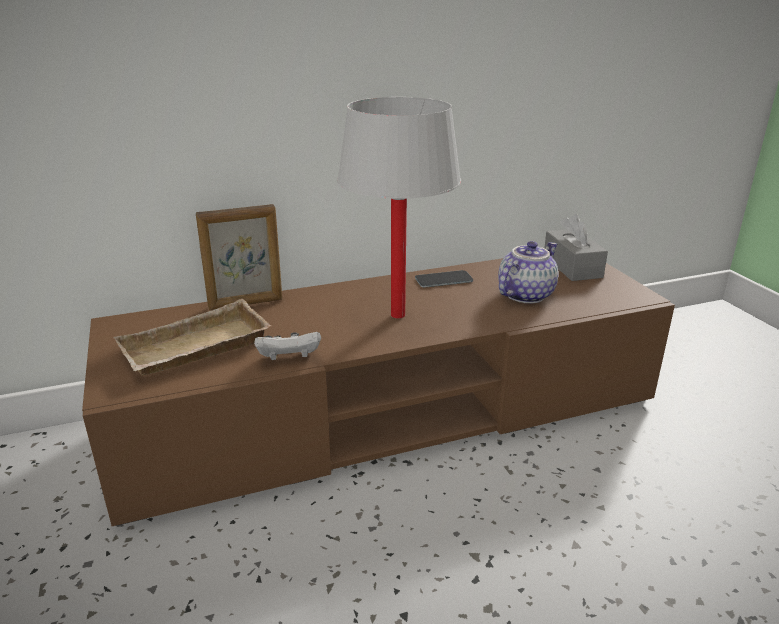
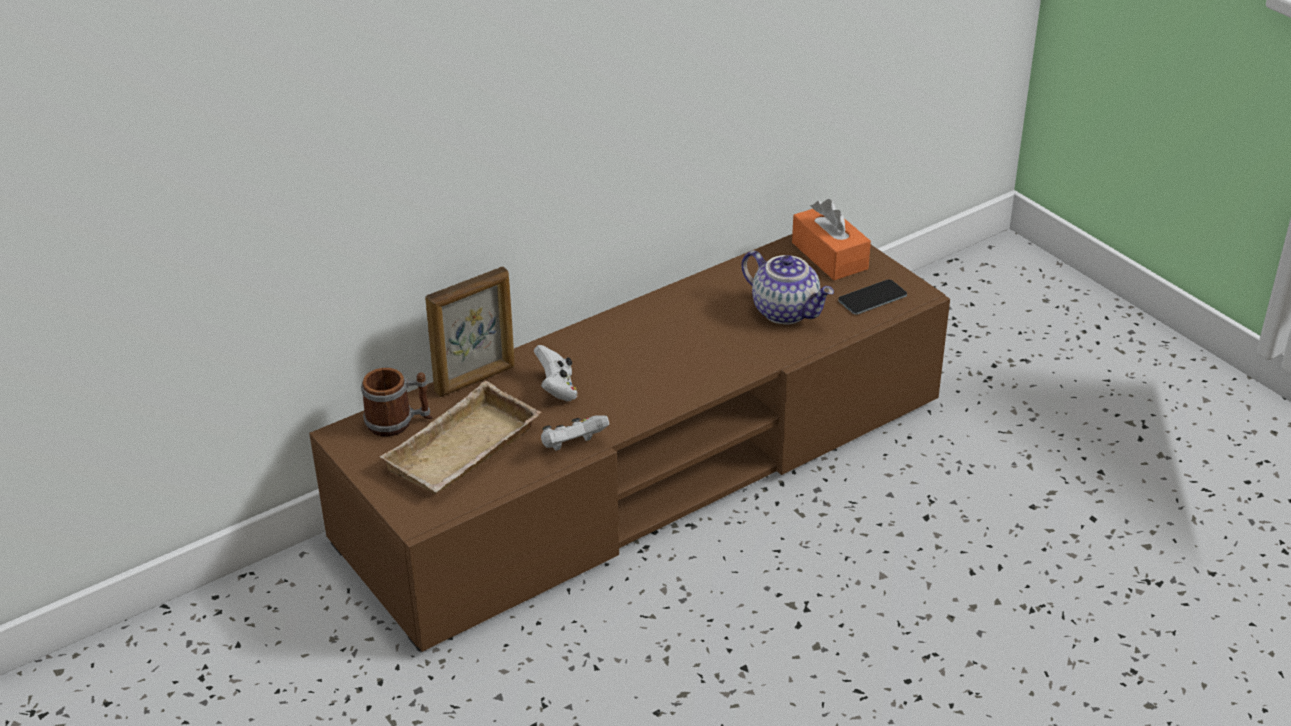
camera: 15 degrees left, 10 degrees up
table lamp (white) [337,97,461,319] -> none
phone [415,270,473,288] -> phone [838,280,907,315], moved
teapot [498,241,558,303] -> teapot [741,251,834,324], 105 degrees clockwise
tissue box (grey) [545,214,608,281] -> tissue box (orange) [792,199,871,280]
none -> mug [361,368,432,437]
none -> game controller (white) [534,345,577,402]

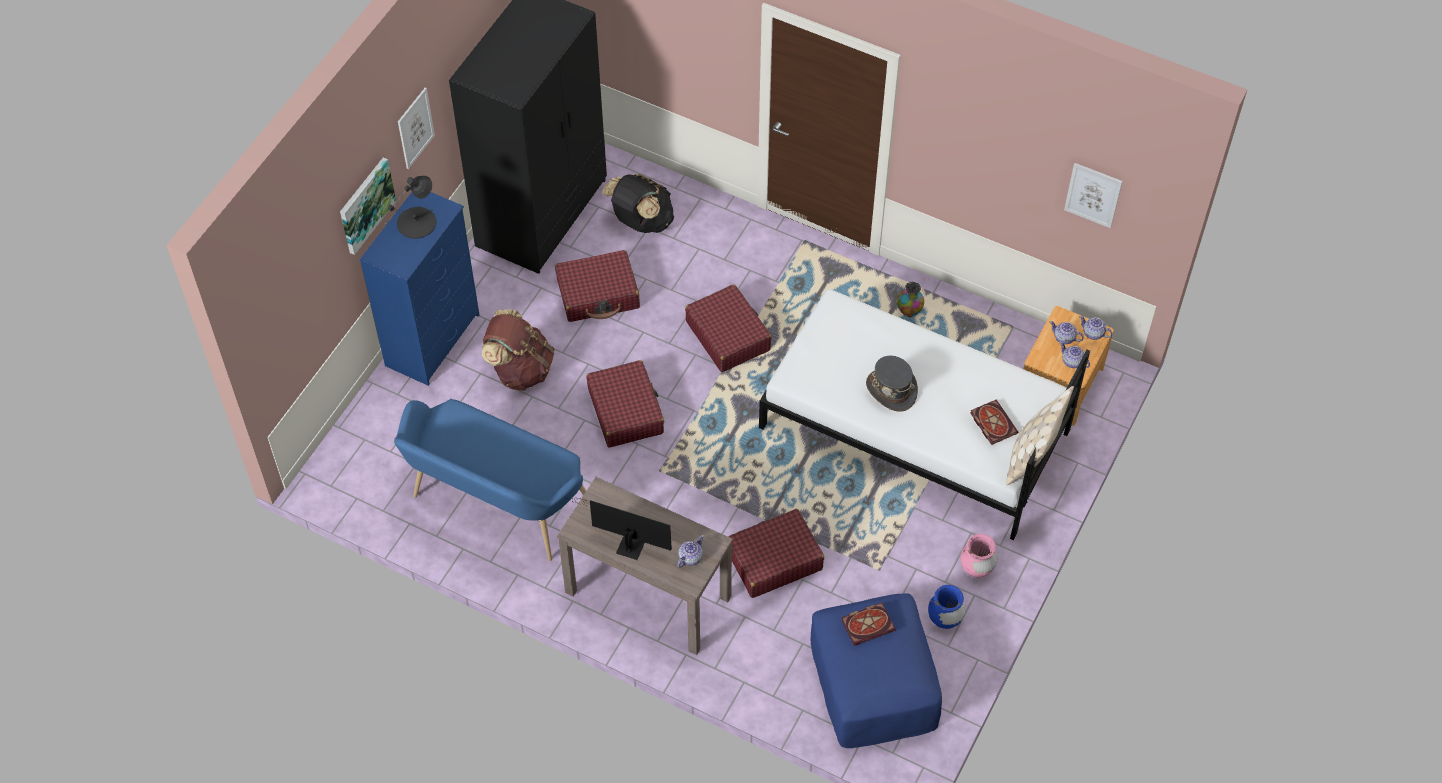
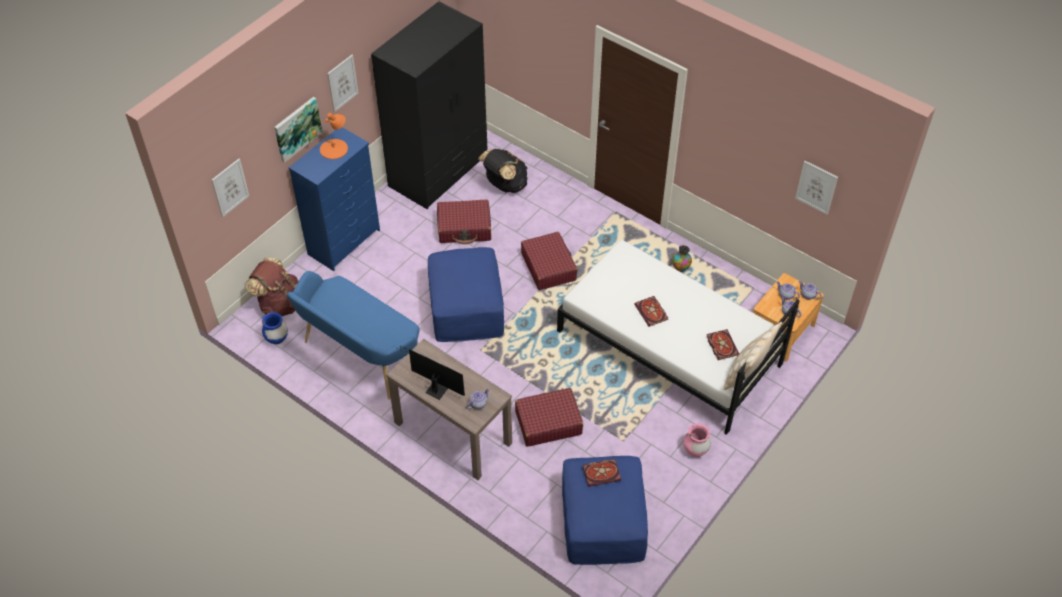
camera: 10 degrees right, 5 degrees down
table lamp (black) [388,176,437,239] -> table lamp (orange) [312,113,348,159]
backpack (brown) [482,309,555,391] -> backpack (brown) [246,258,298,316], moved
suitcase (red) [586,360,664,448] -> ottoman (blue) [428,247,504,342]
hat (grey) [866,356,918,412] -> book [634,296,668,327]
vase (blue) [928,585,965,629] -> vase (blue) [262,312,288,344], moved
none -> picture [212,159,249,217]

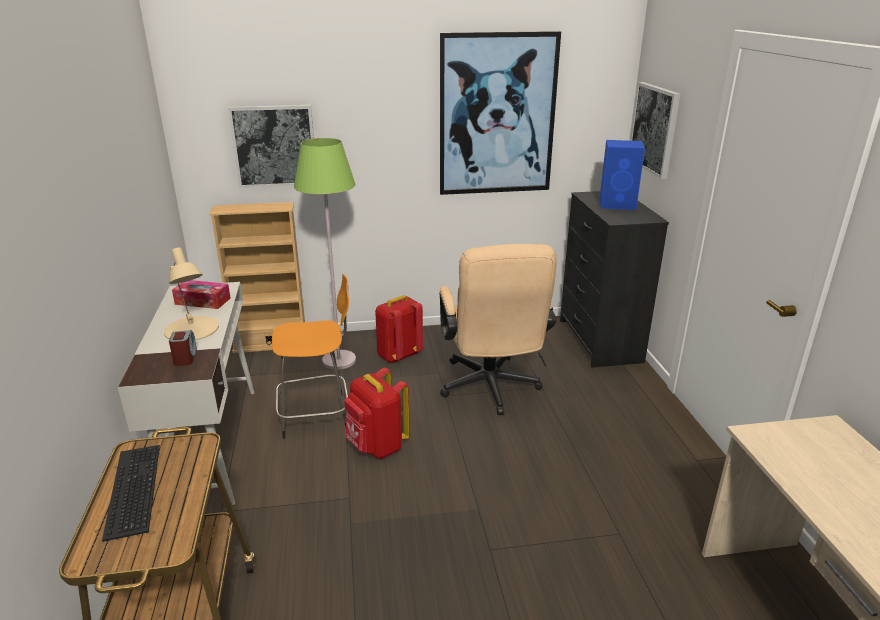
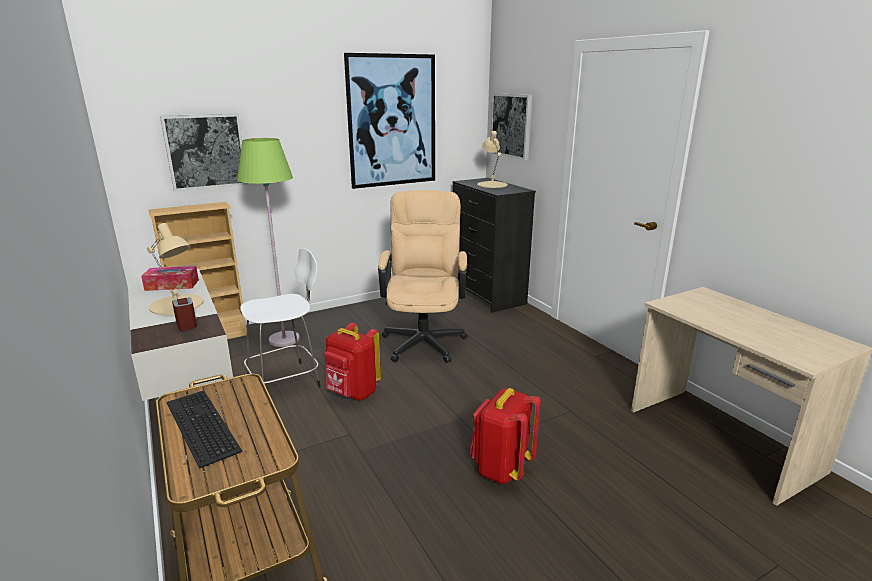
camera: 20 degrees left, 5 degrees down
stool (orange) [272,274,349,439] -> stool (white) [240,248,321,387]
backpack (red) [375,295,423,363] -> backpack (red) [469,388,541,484], moved
office chair (beige) [439,244,557,415] -> office chair (beige) [378,190,467,363], 150 degrees counterclockwise
speaker (blue) [599,140,645,210] -> table lamp (beige) [477,131,508,188]

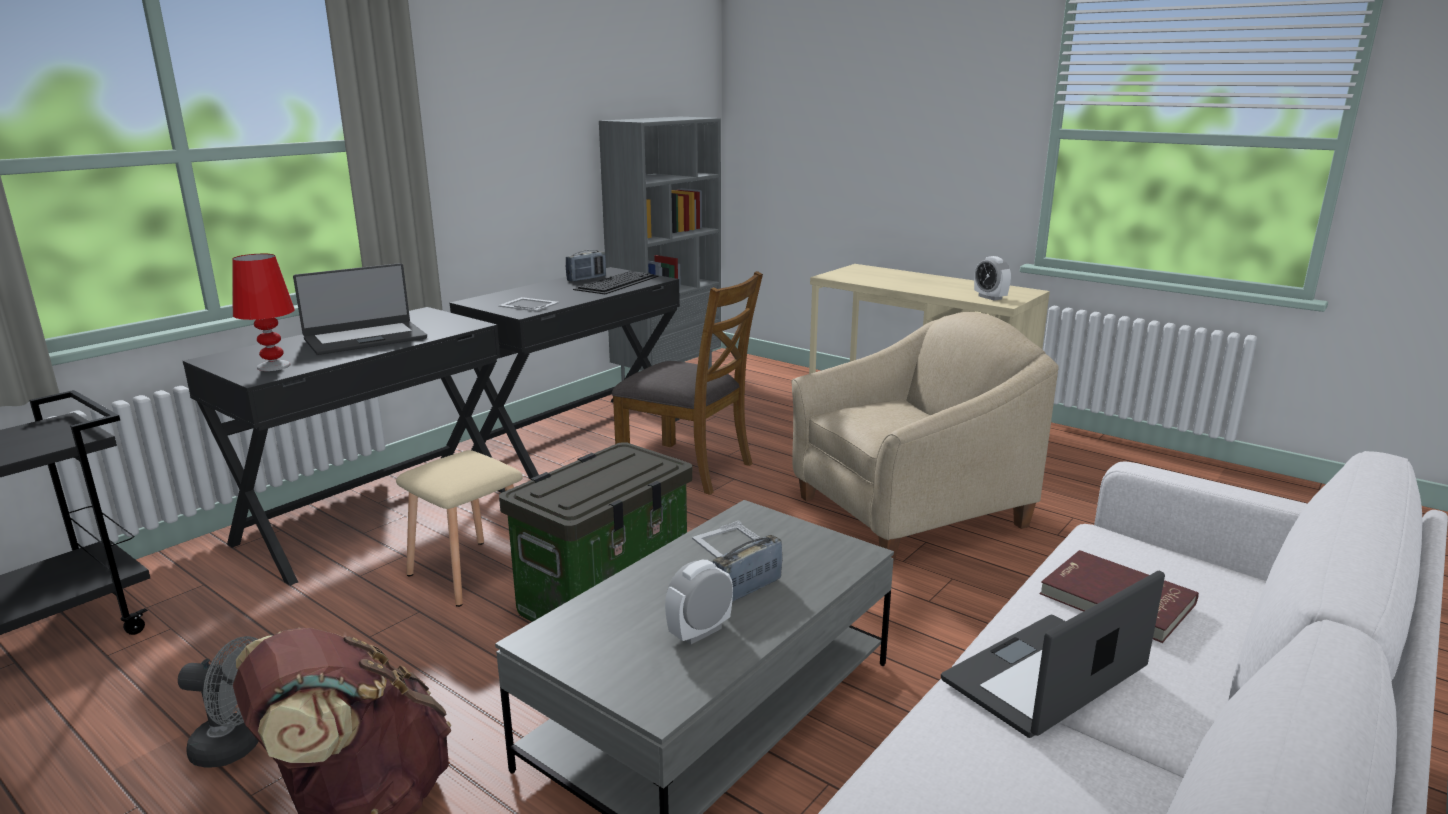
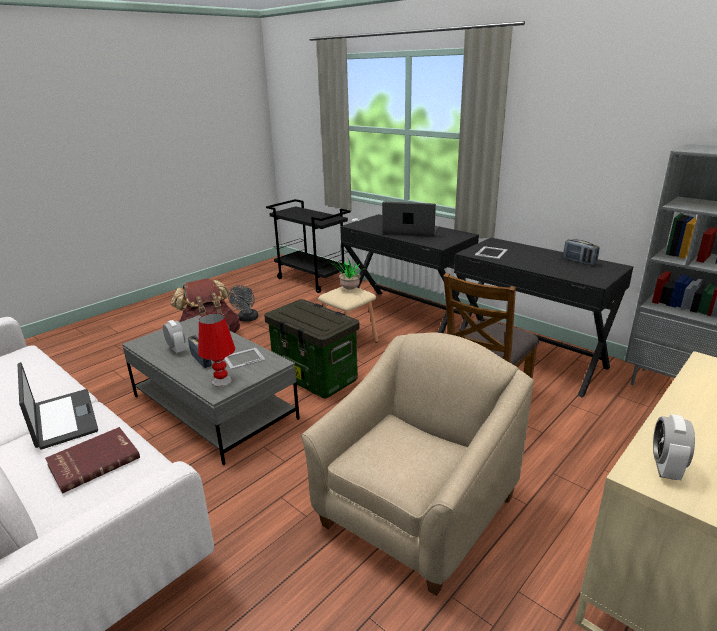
camera: 95 degrees right, 5 degrees up
table lamp (red) [233,254,295,371] -> table lamp (red) [198,313,235,387], moved
laptop [293,263,427,355] -> laptop [382,202,439,237], 135 degrees clockwise
keyboard [573,271,659,294] -> none
armchair (beige) [792,312,1058,560] -> armchair (beige) [301,333,534,596], 120 degrees counterclockwise
alarm clock [974,256,1011,301] -> alarm clock [653,414,695,480], 45 degrees counterclockwise
none -> potted plant [330,259,363,290]

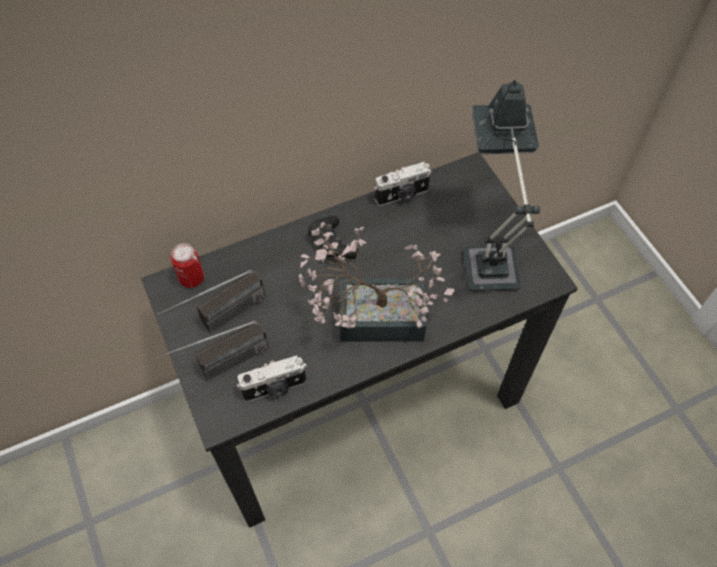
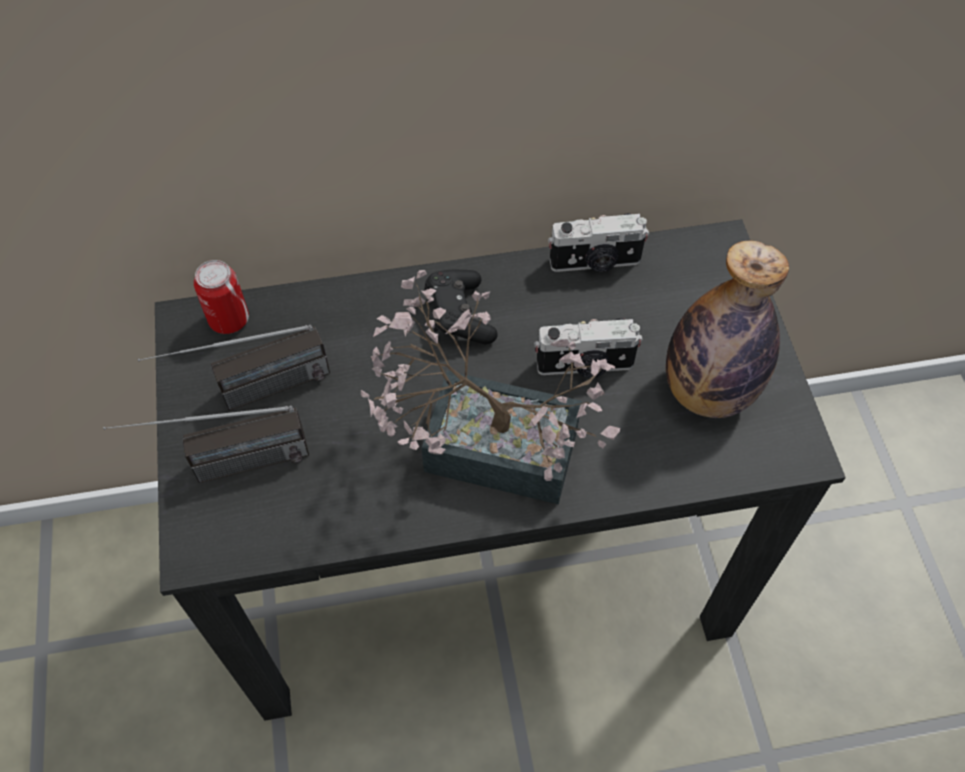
camera: 15 degrees right, 0 degrees up
photo camera [237,355,307,402] -> photo camera [534,318,643,378], moved
table lamp [463,80,540,291] -> bottle [666,241,789,418]

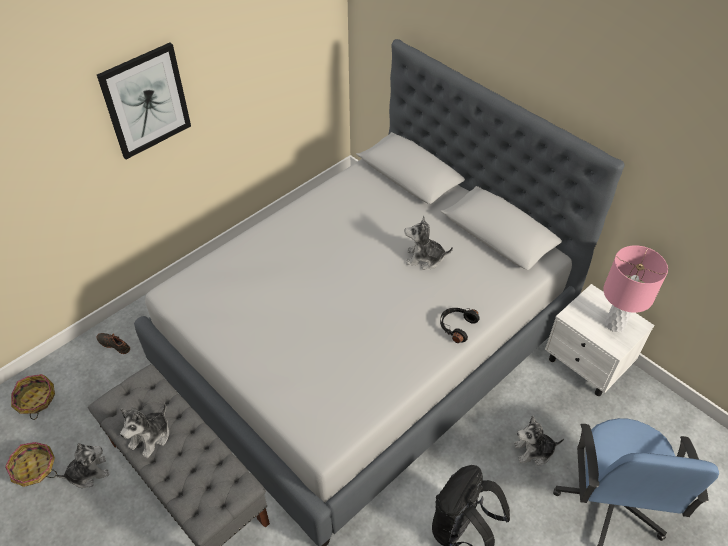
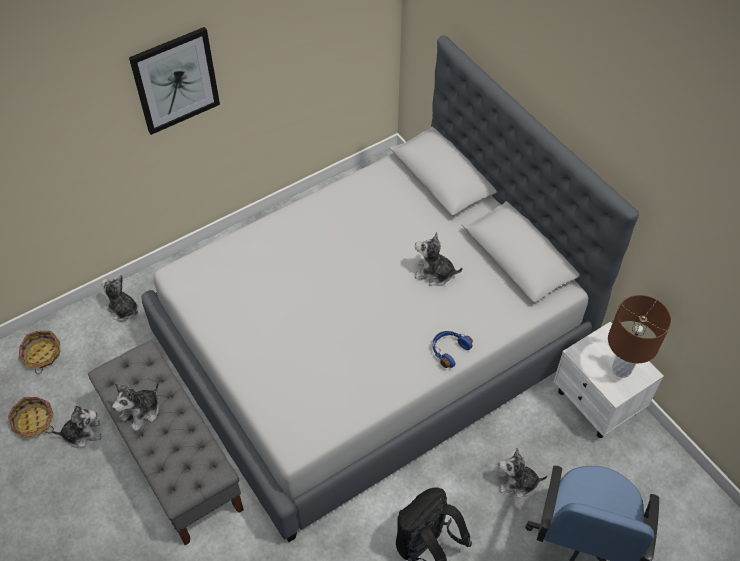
camera: 10 degrees right, 5 degrees up
shoe (black) [96,333,130,354] -> plush toy [101,275,138,321]
headphones (black) [440,308,480,343] -> headphones (blue) [433,331,473,368]
table lamp (pink) [603,245,668,332] -> table lamp (brown) [608,295,671,378]

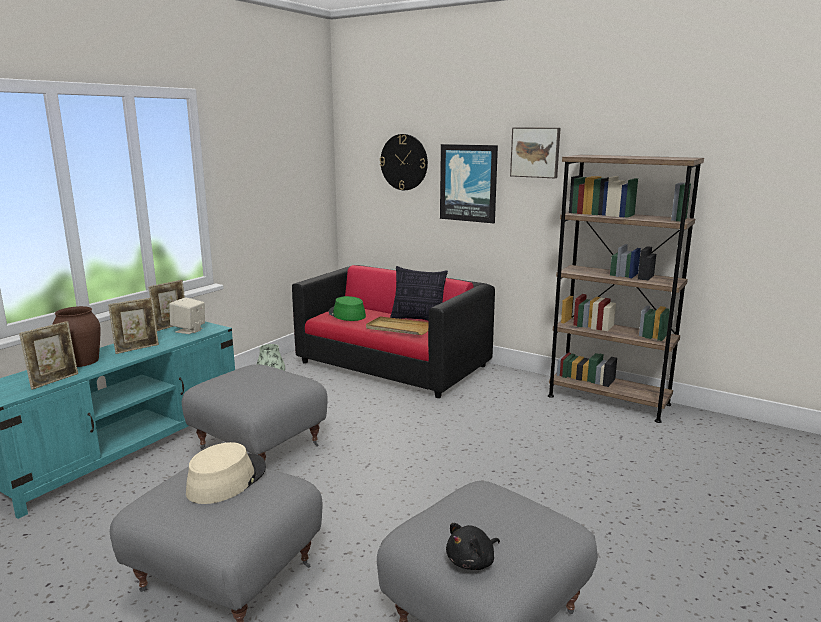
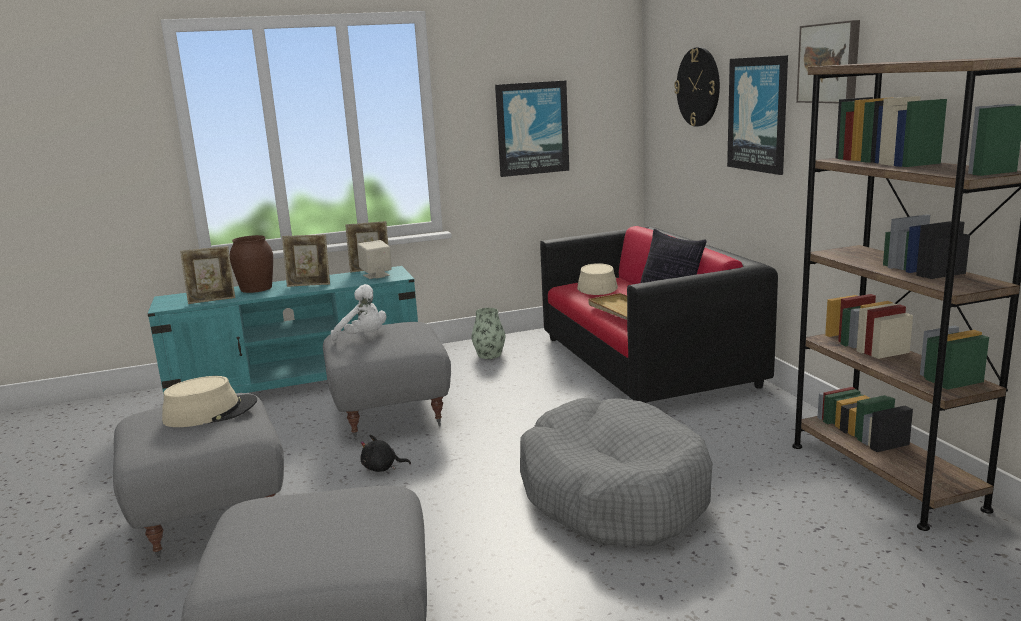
camera: 40 degrees right, 0 degrees up
hat (green) [329,296,366,321] -> hat (beige) [577,263,618,295]
plush toy (black) [446,523,500,570] -> plush toy (black) [360,435,411,472], moved
none -> plush toy (white) [331,284,386,340]
none -> picture [495,80,569,177]
none -> dog bed (grey) [520,398,712,546]

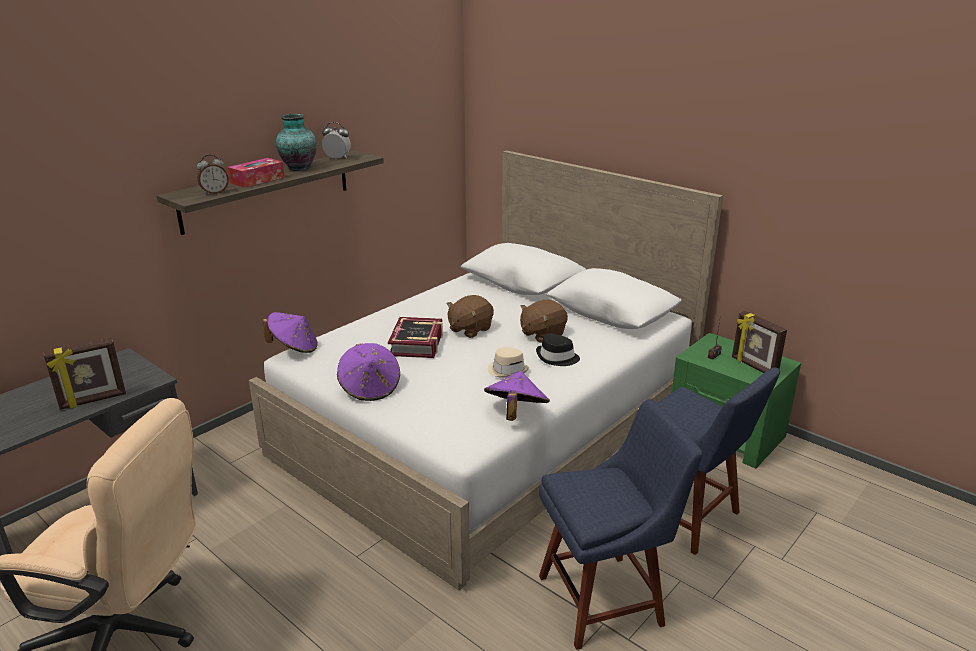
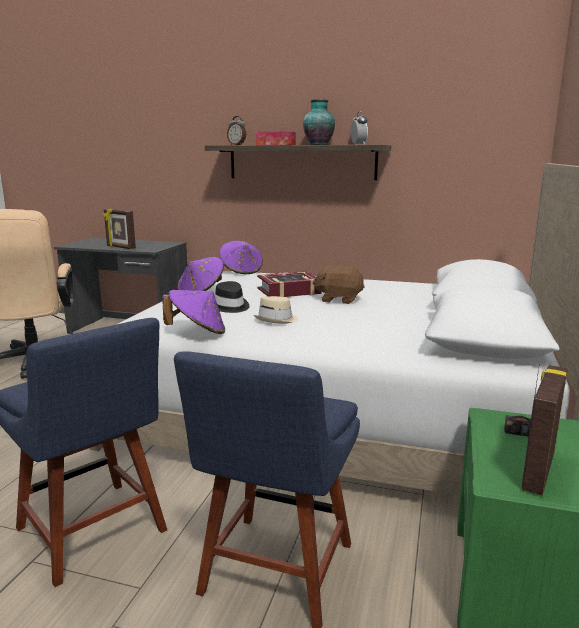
camera: 65 degrees right, 10 degrees down
plush toy (brown) [520,300,568,343] -> none
hat (black) [536,333,580,366] -> hat (black) [215,281,250,313], moved

